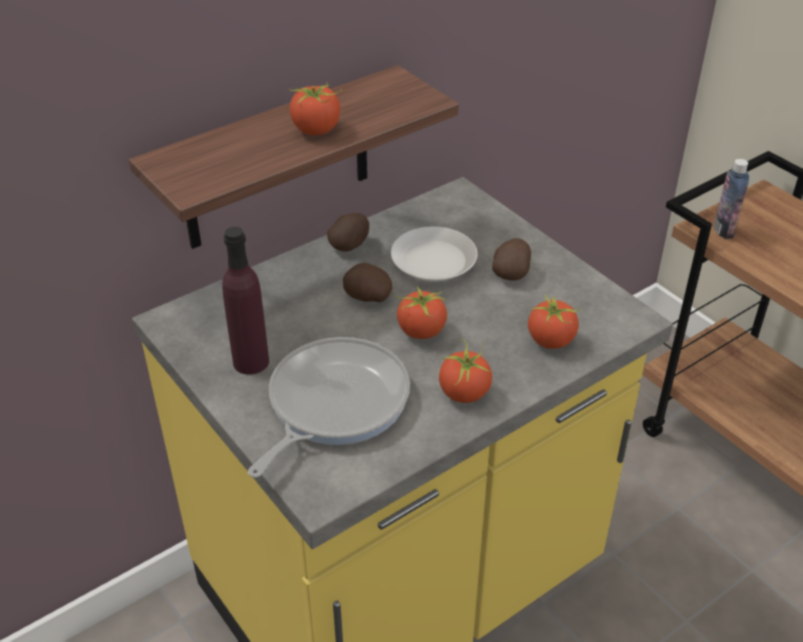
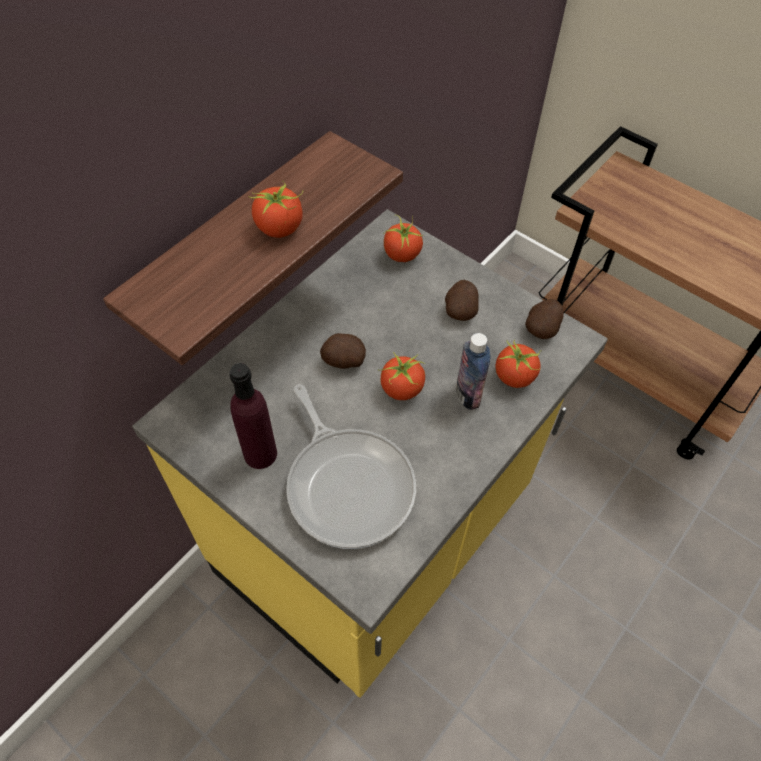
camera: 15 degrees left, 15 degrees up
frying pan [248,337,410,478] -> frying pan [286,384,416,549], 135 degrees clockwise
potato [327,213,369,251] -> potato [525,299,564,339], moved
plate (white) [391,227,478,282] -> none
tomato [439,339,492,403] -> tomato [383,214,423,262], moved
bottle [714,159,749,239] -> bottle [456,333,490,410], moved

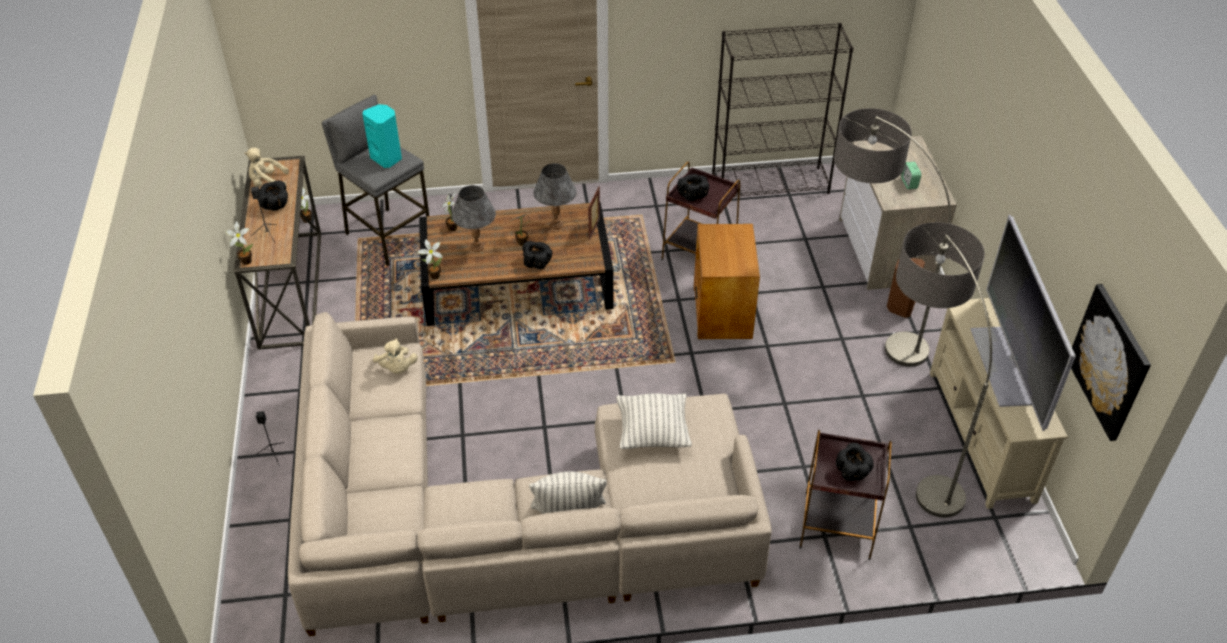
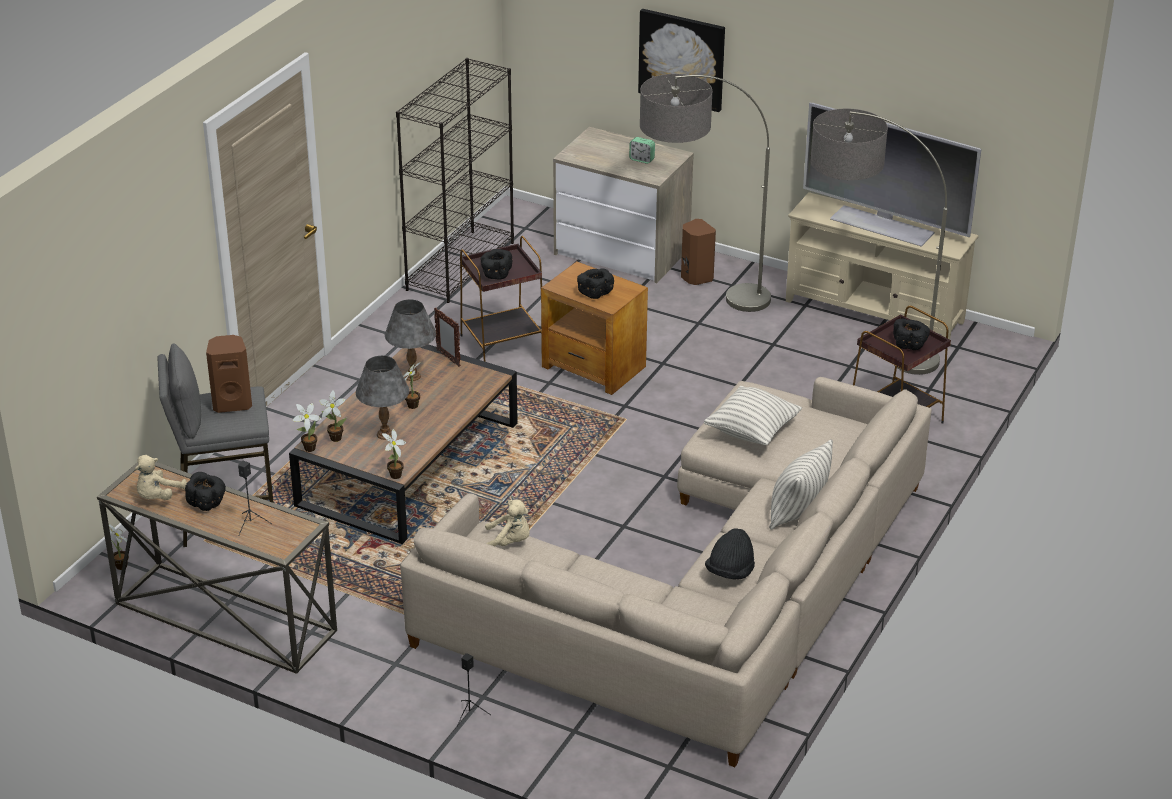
camera: 55 degrees left, 10 degrees down
potted plant [226,222,253,265] -> potted plant [292,403,321,452], moved
speaker (turquoise) [362,104,402,168] -> speaker (brown) [206,335,252,413]
bowl (black) [522,241,552,269] -> bowl (black) [577,269,614,299], moved
picture [1071,284,1151,441] -> picture [638,9,725,112], moved
none -> hat (black) [705,528,755,579]

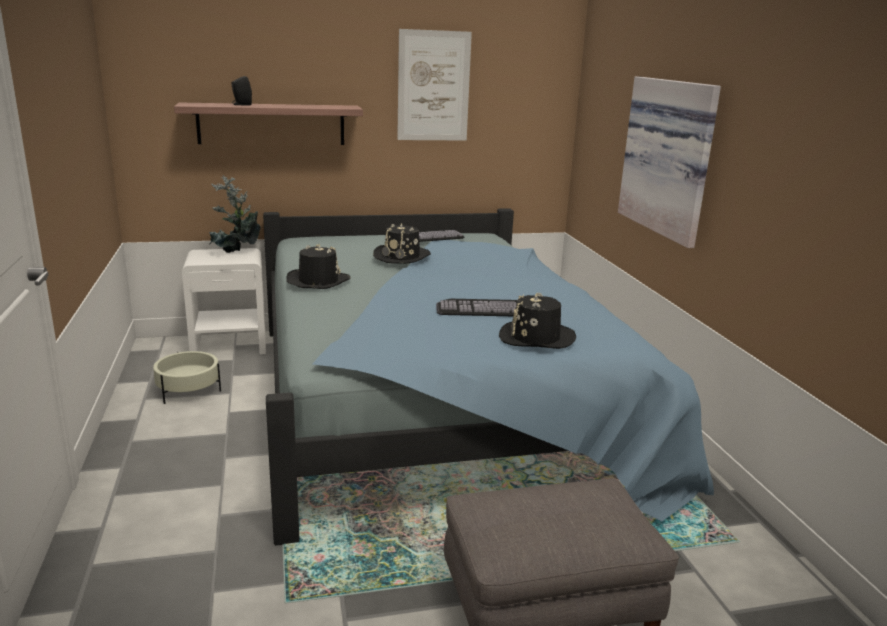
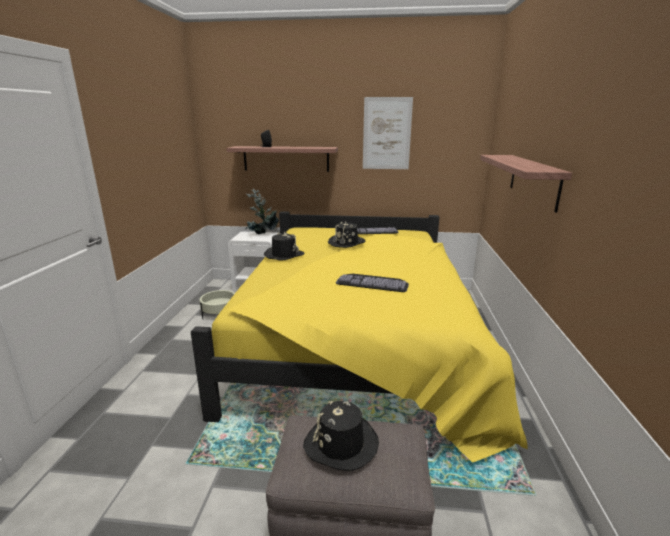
camera: 20 degrees right, 0 degrees up
bed (blue) [263,208,714,545] -> bed (yellow) [191,211,528,463]
hat (black) [499,293,576,349] -> hat (black) [303,401,379,471], moved
picture [618,76,721,248] -> shelf [480,155,572,213]

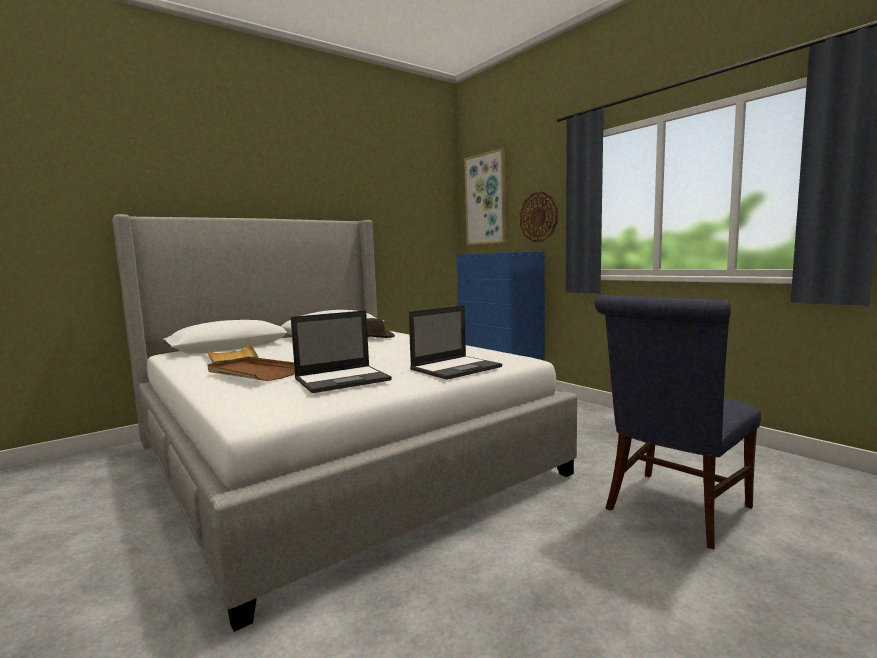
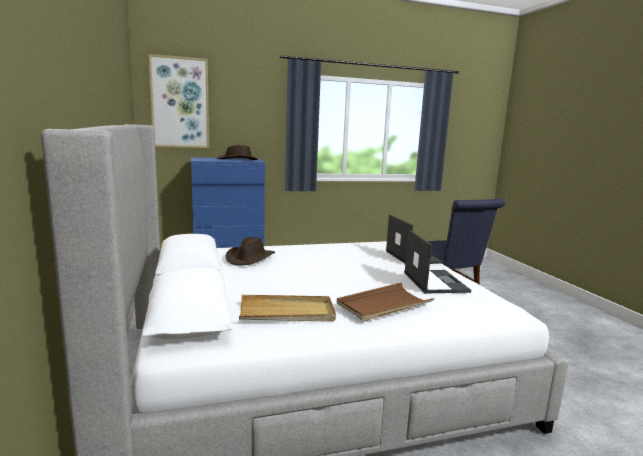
camera: 70 degrees left, 5 degrees up
wall clock [520,192,558,242] -> none
none -> hat (brown) [217,145,258,160]

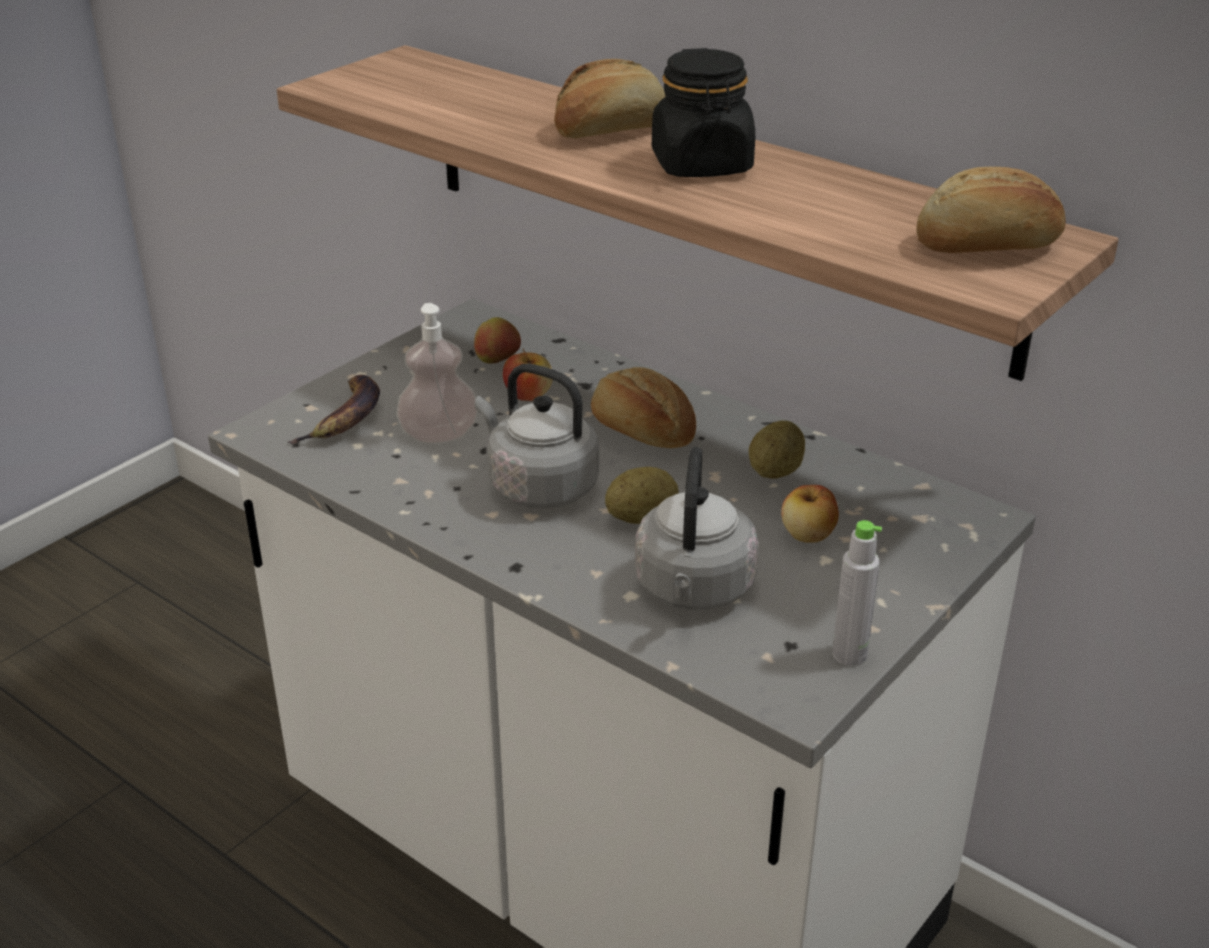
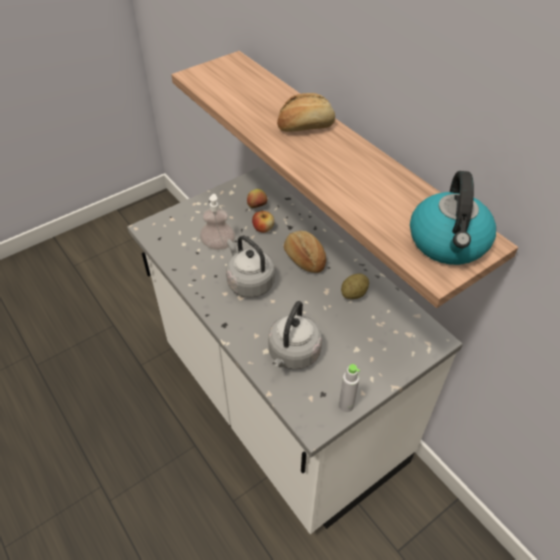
camera: 15 degrees right, 15 degrees up
banana [288,375,380,444] -> none
potato [605,467,679,524] -> none
jar (black) [652,48,755,177] -> none
apple [781,485,839,543] -> none
bread [916,167,1066,253] -> kettle [410,171,496,265]

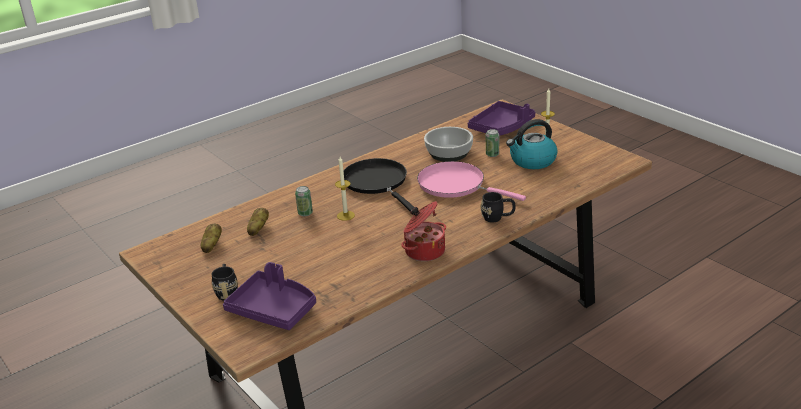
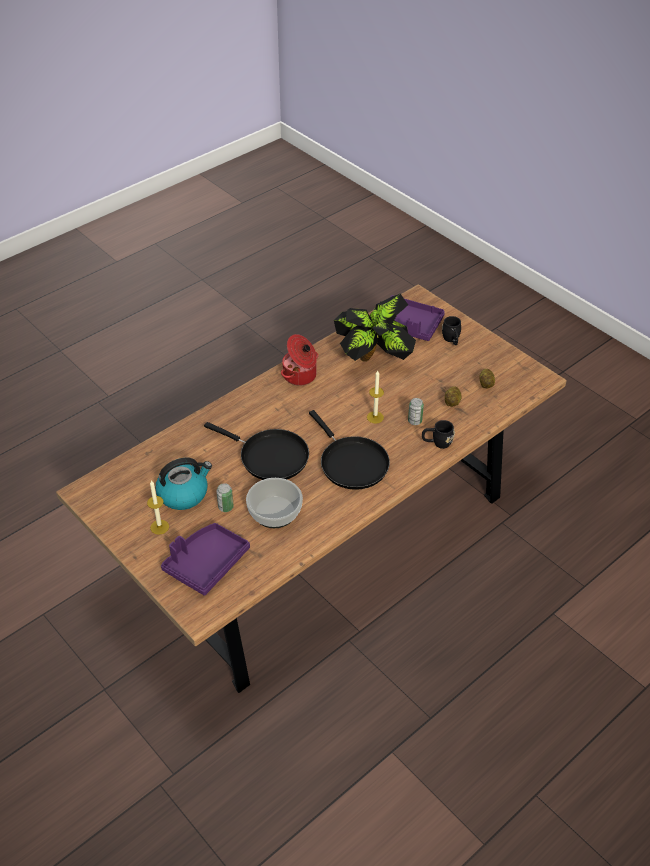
camera: 175 degrees right, 15 degrees up
frying pan (pink) [417,161,526,201] -> frying pan (black) [204,422,309,480]
mug (black) [480,192,516,222] -> mug (black) [422,420,455,449], moved
none -> potted plant [334,294,416,362]

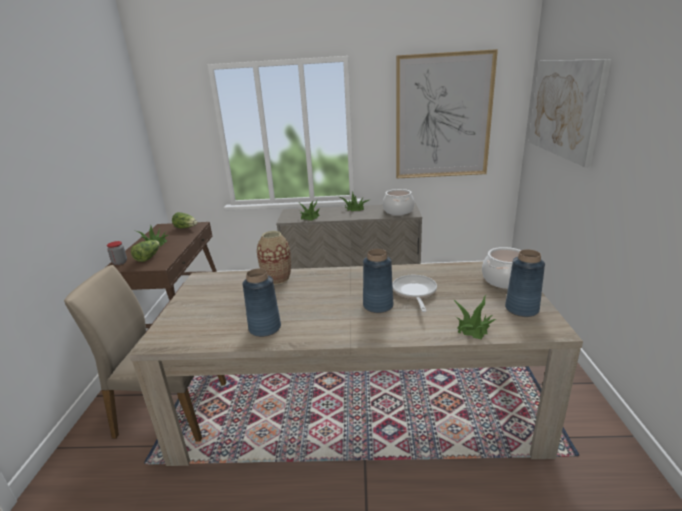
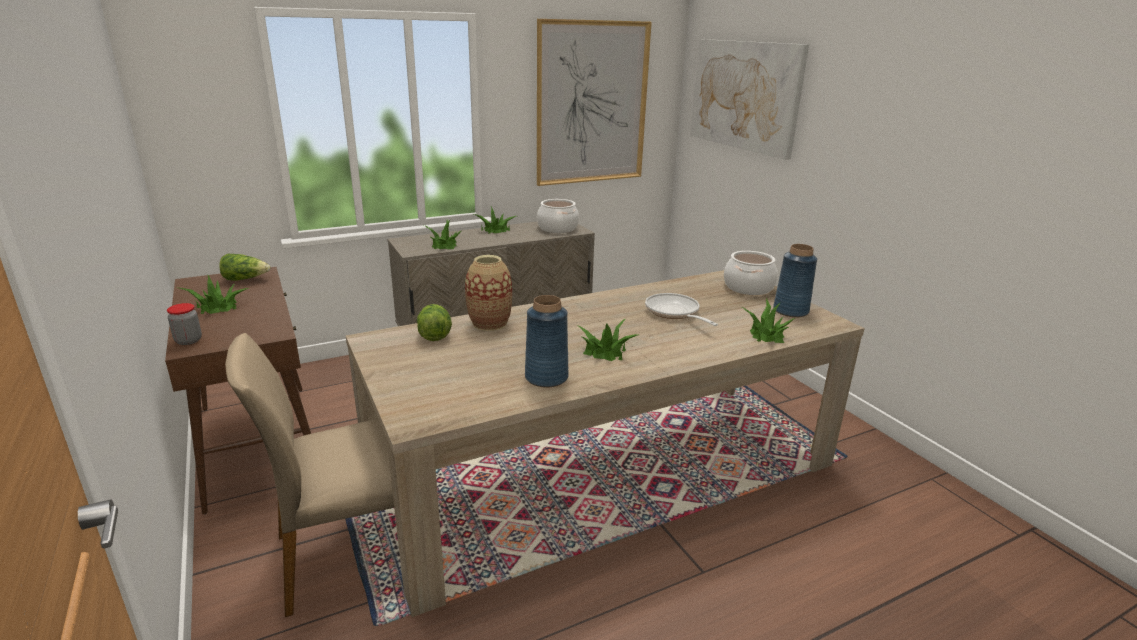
camera: 30 degrees left, 0 degrees up
lettuce [131,240,160,262] -> lettuce [417,304,452,341], moved
vase (blue) [363,249,393,313] -> none
none -> potted plant [579,319,638,361]

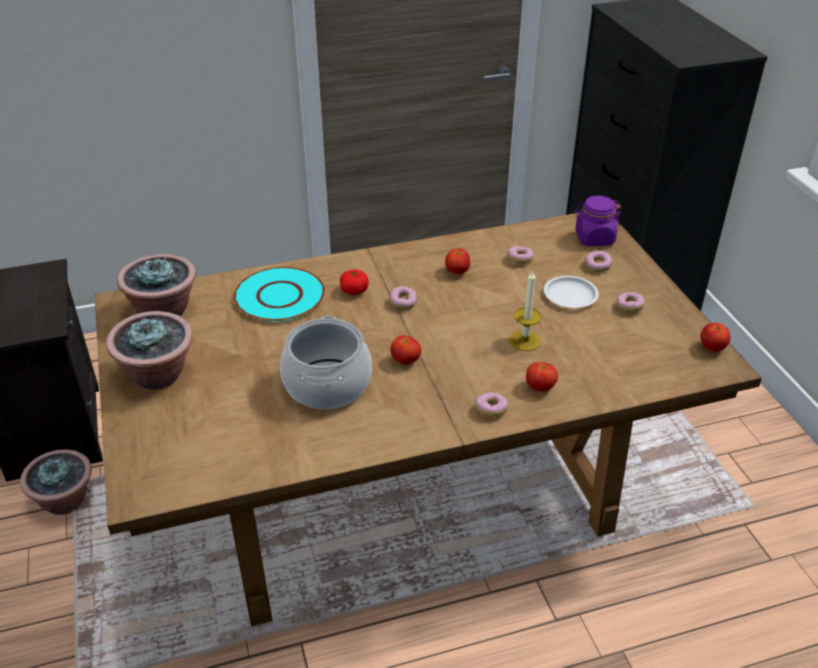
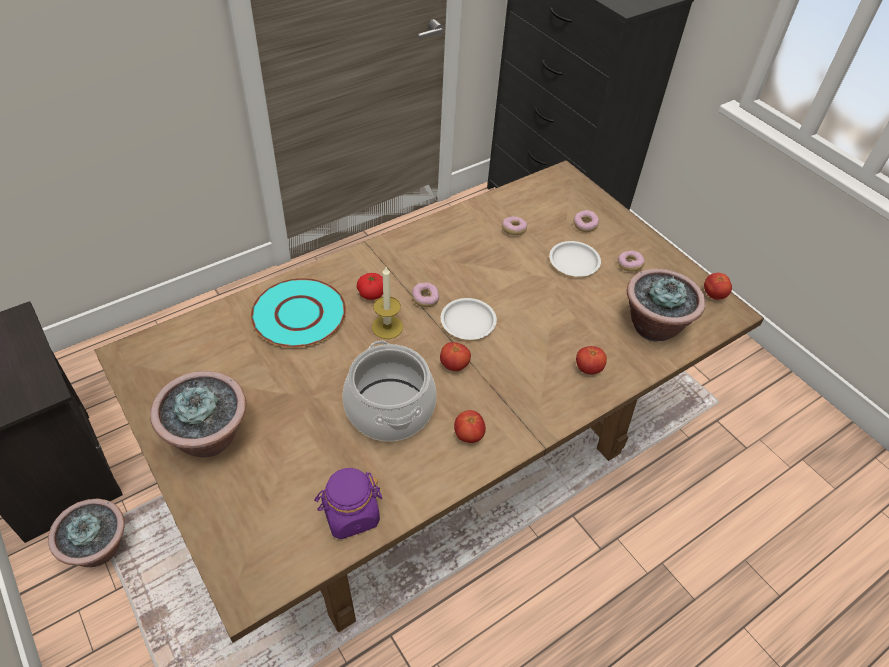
camera: 20 degrees left, 10 degrees up
potted plant [117,254,196,316] -> potted plant [627,269,706,342], moved
tomato [445,248,470,274] -> tomato [454,410,486,443], moved
donut [475,392,508,417] -> none
candle [509,270,542,351] -> candle [372,267,403,339], moved
jar (purple) [575,196,621,246] -> jar (purple) [314,468,382,539], moved
none -> plate (white) [441,298,497,340]

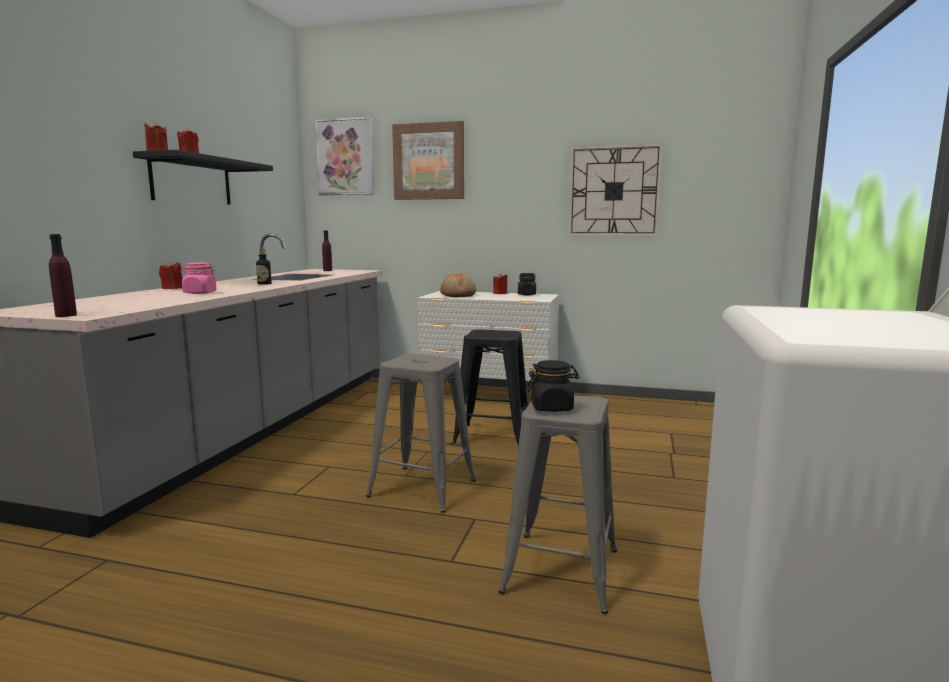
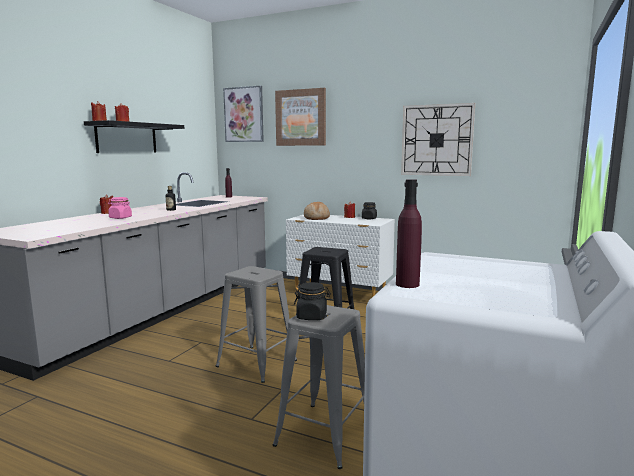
camera: 10 degrees right, 0 degrees up
bottle (purple) [49,234,77,317] -> bottle (purple) [396,179,422,288], moved

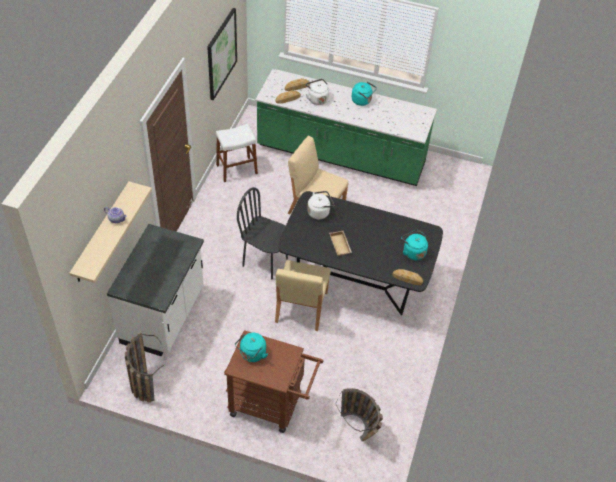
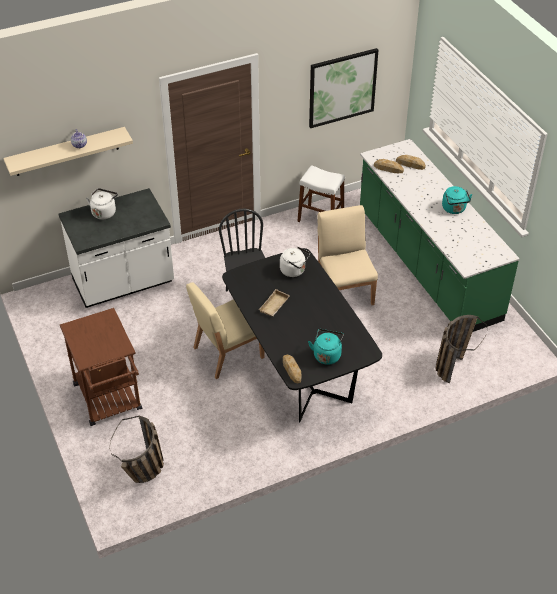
camera: 50 degrees right, 5 degrees down
basket [125,333,164,402] -> basket [436,315,487,384], moved
kettle (turquoise) [235,332,268,362] -> none
kettle (white) [306,79,329,105] -> kettle (white) [86,188,118,220], moved

